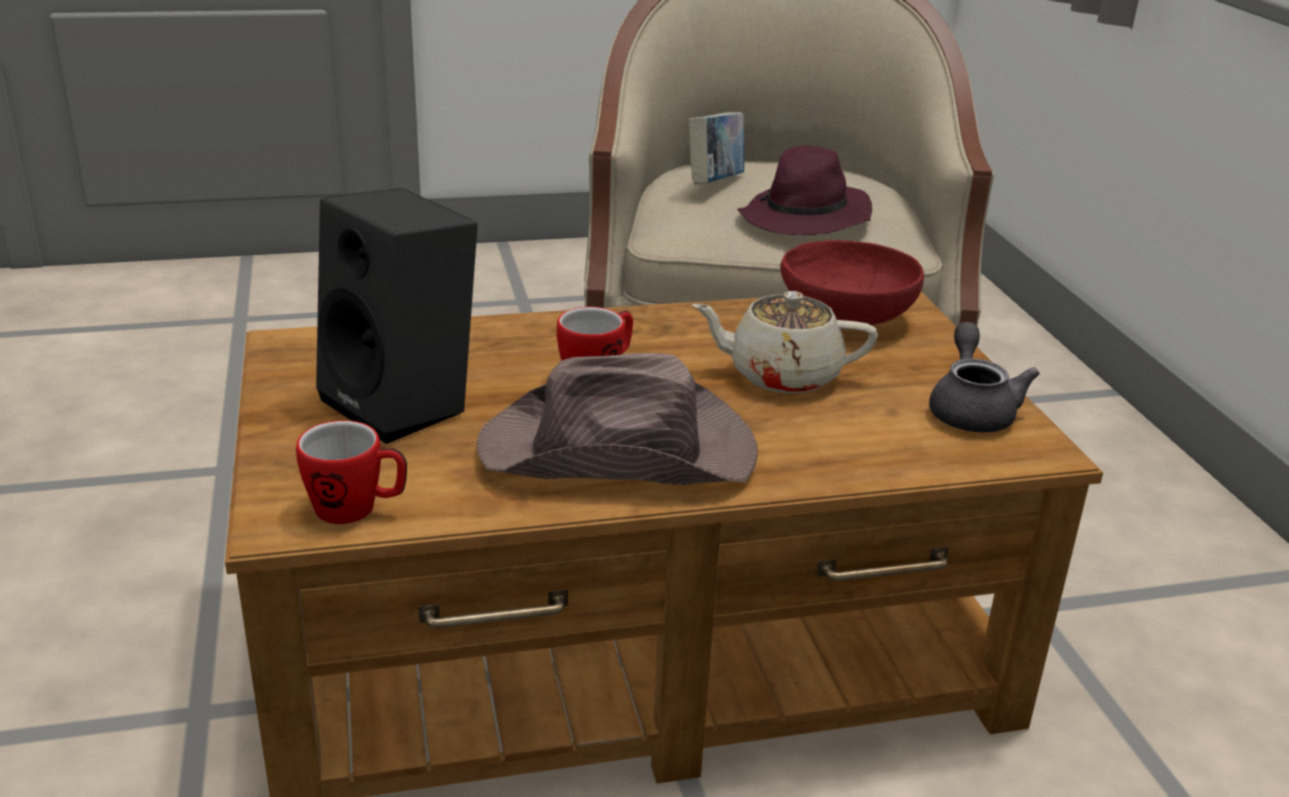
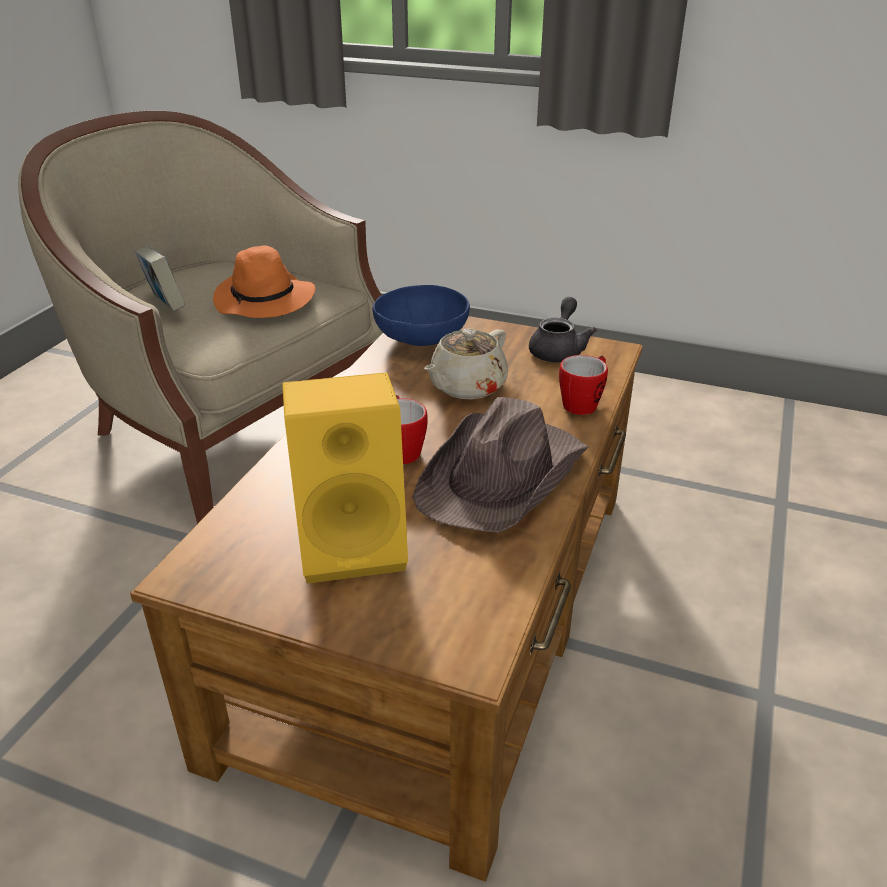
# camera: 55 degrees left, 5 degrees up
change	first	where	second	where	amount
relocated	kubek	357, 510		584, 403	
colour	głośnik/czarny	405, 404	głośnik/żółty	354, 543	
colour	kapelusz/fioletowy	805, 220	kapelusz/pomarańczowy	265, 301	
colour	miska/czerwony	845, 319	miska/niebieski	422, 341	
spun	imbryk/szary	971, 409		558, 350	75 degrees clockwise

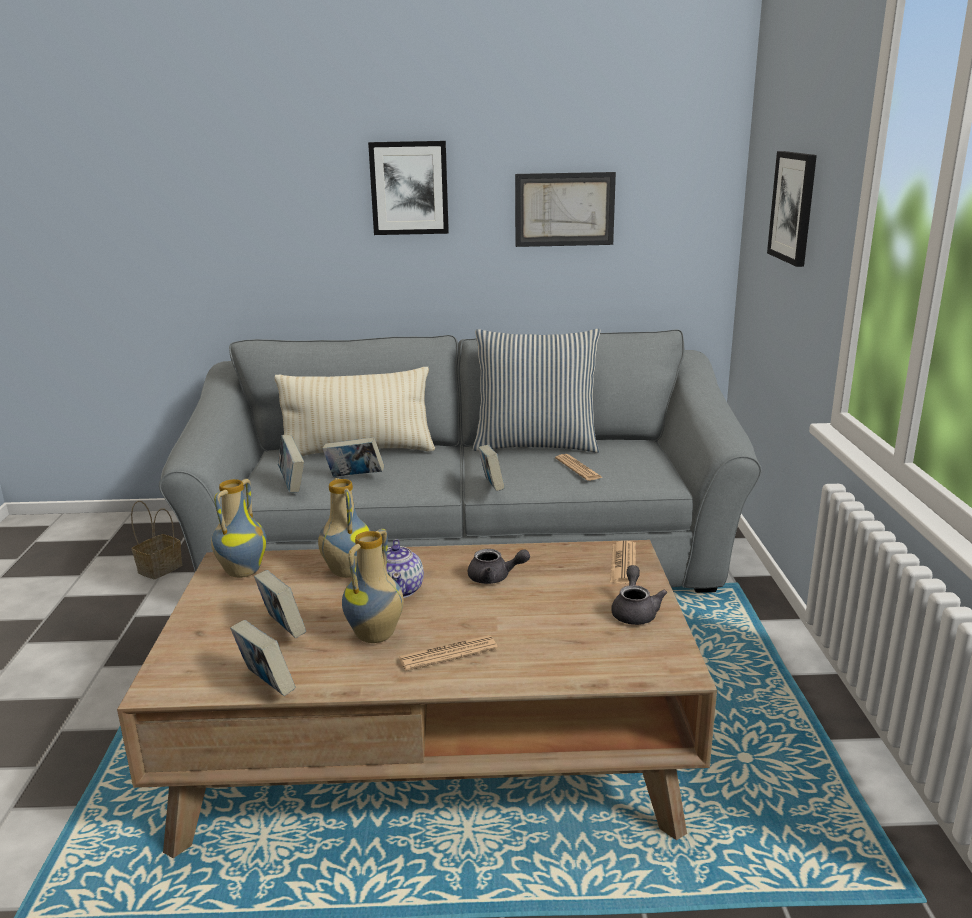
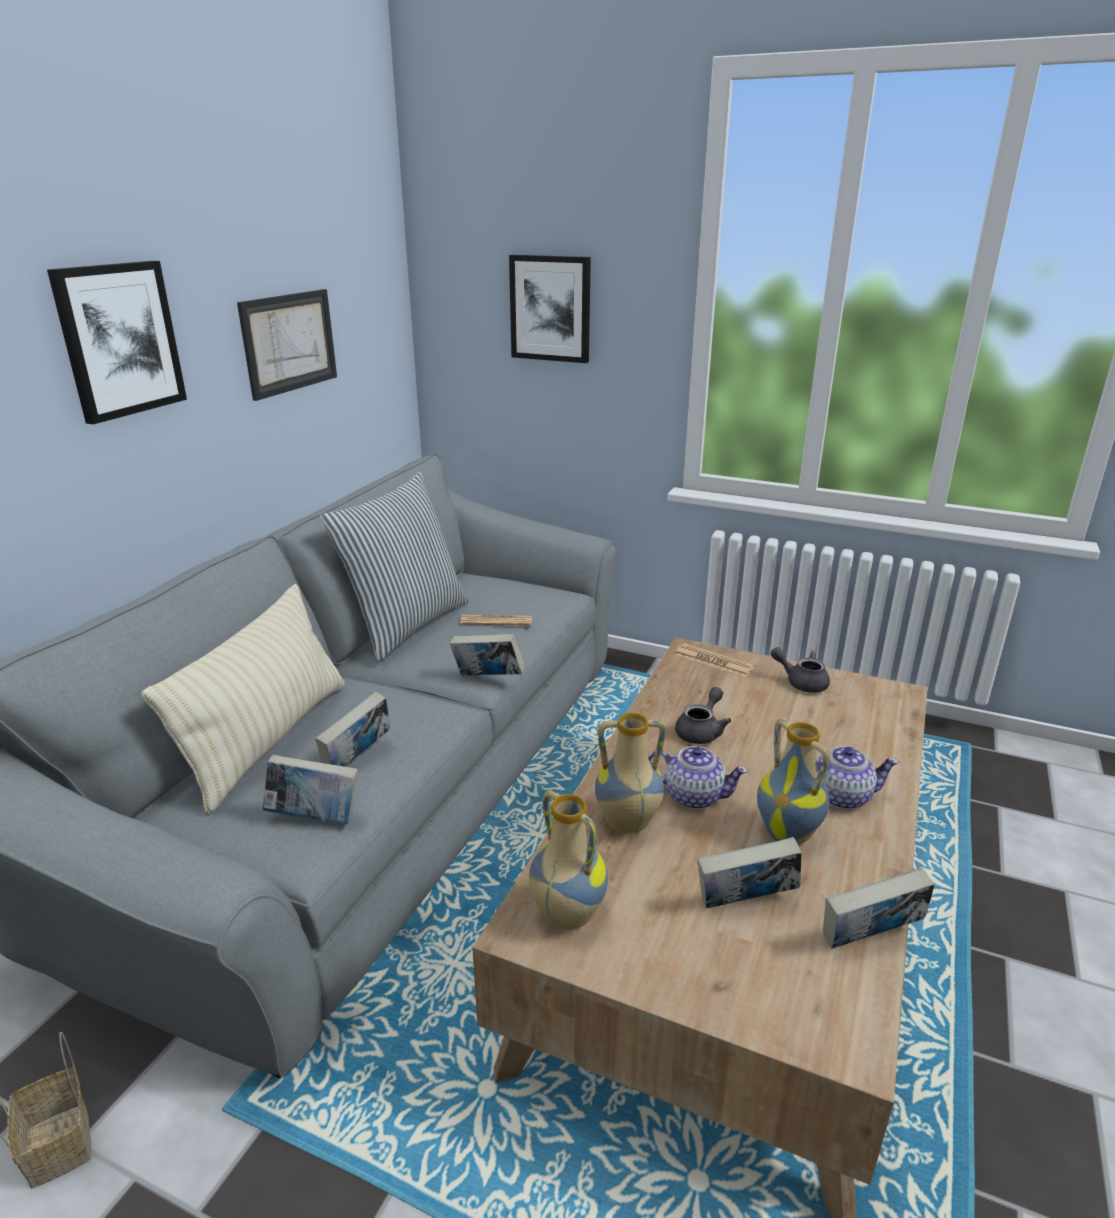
# camera: 65 degrees left, 5 degrees up
change	first	where	second	where	amount
exchanged	gazeta	448, 654	imbryk	839, 796	

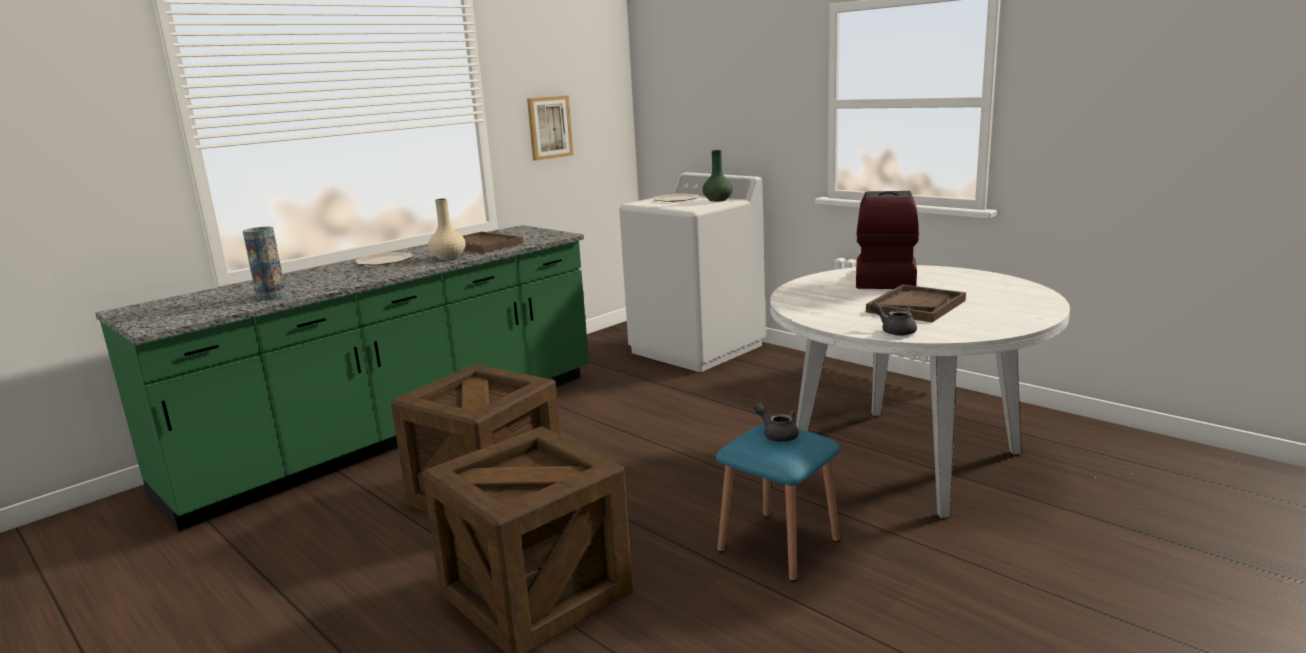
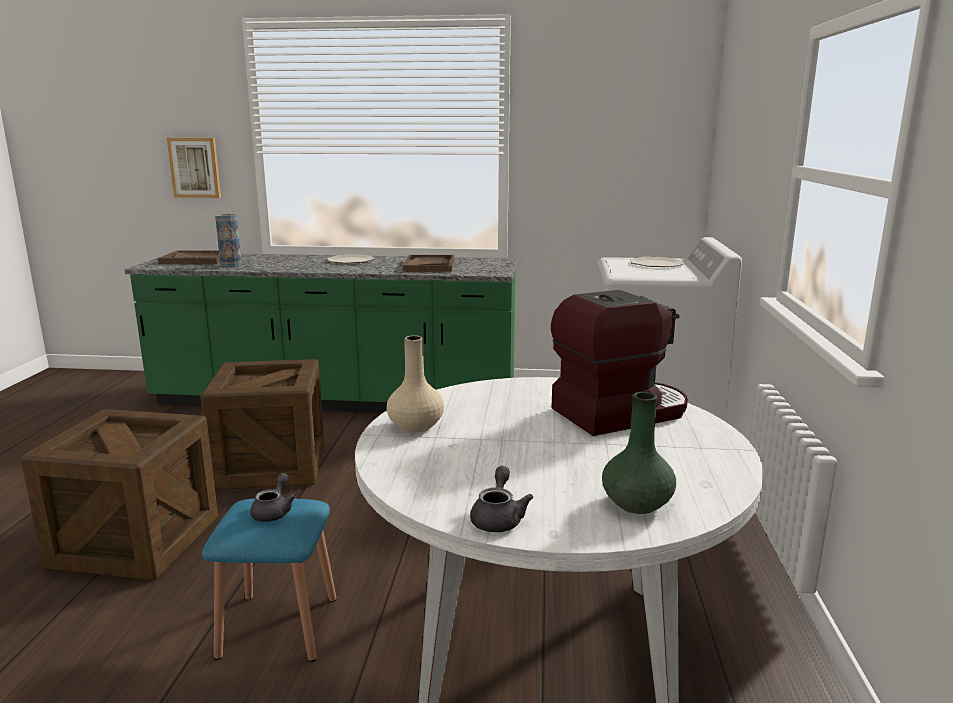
# camera: 50 degrees right, 0 degrees up
change	first	where	second	where	amount
relocated	wazon/beżowy	448, 257		415, 426	
relocated	obraz	549, 127		195, 167	
relocated	wazon/zielony	717, 200		637, 503	
relocated	taca/brązowy	916, 306		196, 260	
relocated	imbryk/szary	895, 331		498, 518	

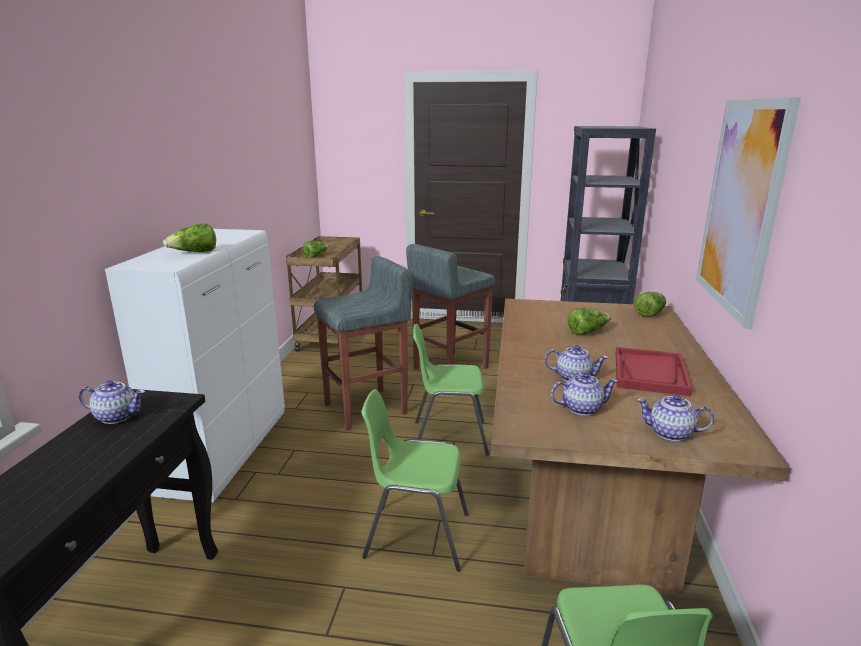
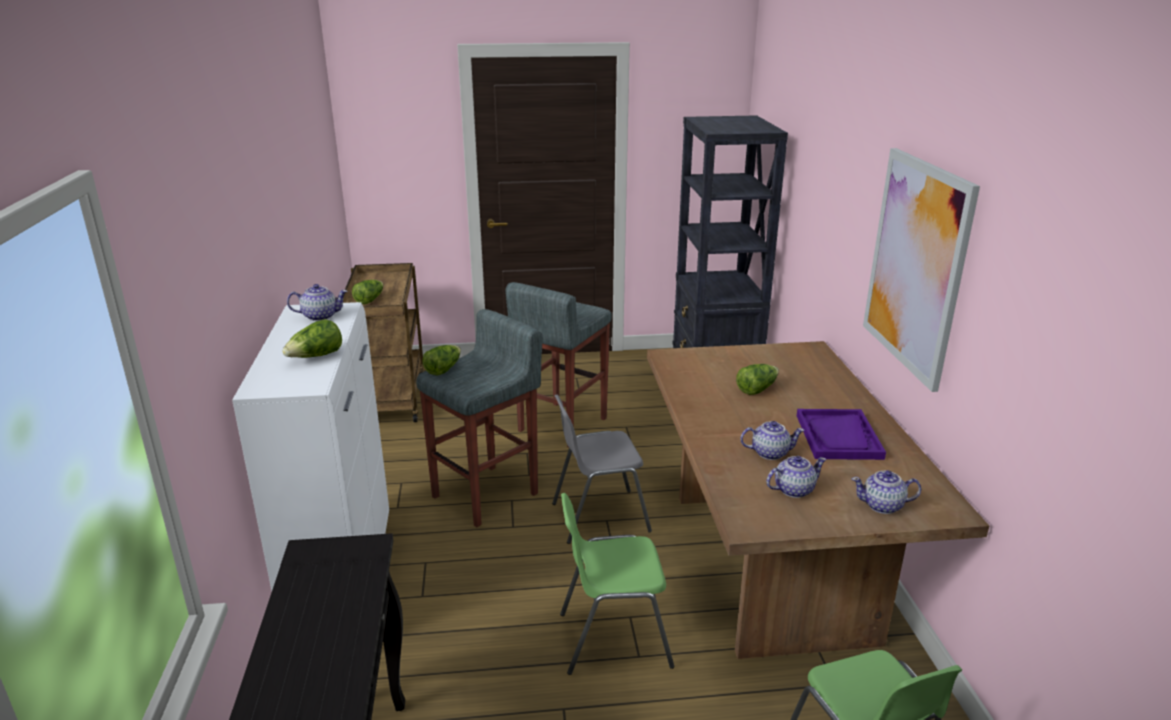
# camera: 15 degrees left, 5 degrees up
change	first	where	second	where	amount
relocated	imbryk	117, 416		320, 316	
relocated	sałata	649, 313		443, 369	
colour	krzesło/zielony	449, 437	krzesło/szary	599, 517	
colour	taca/czerwony	650, 373	taca/fioletowy	838, 437	

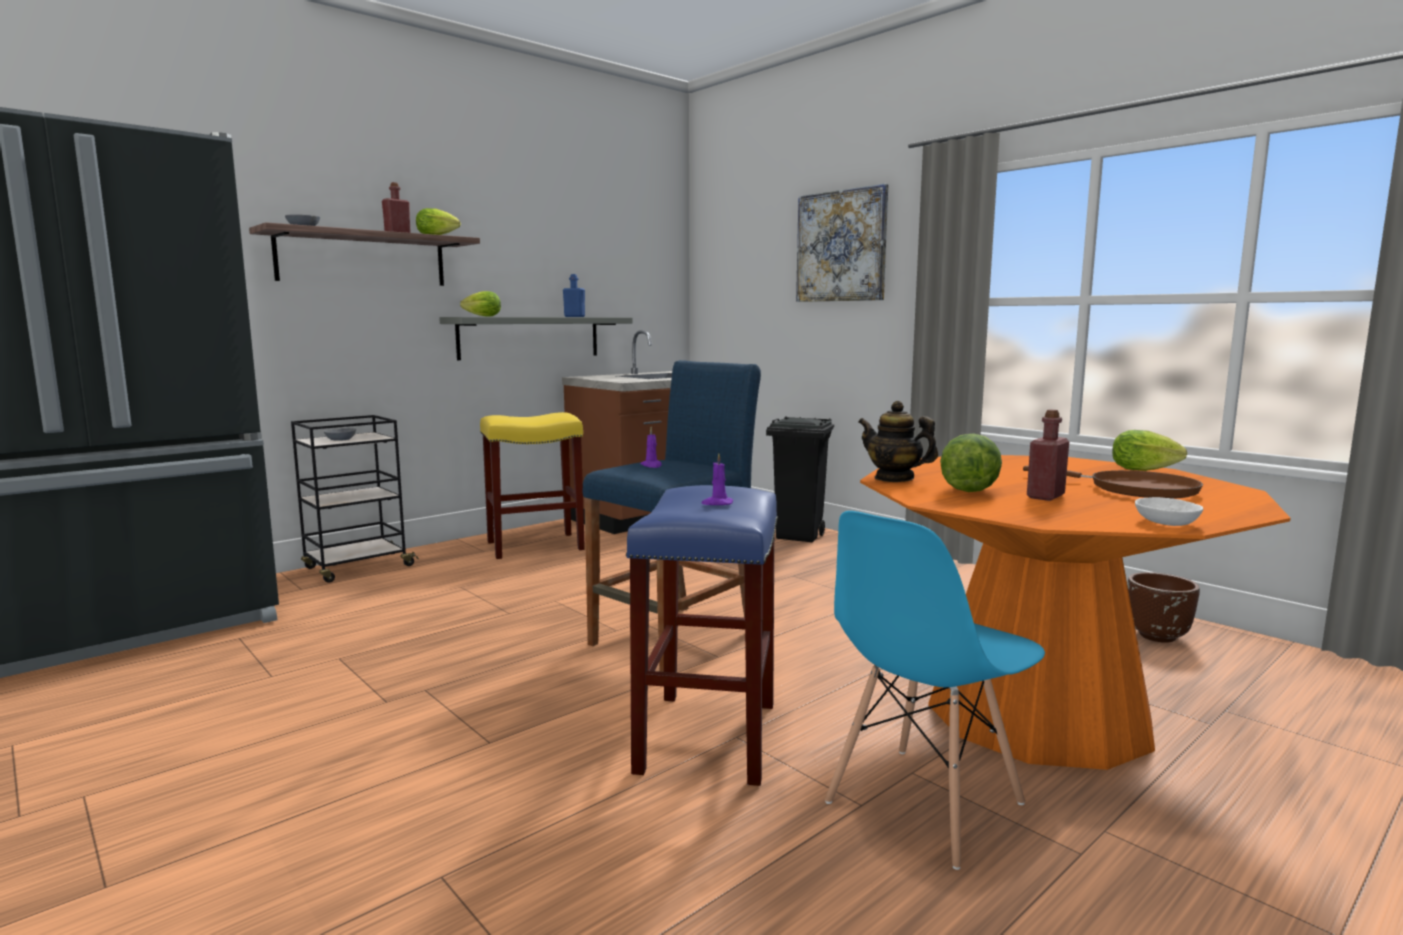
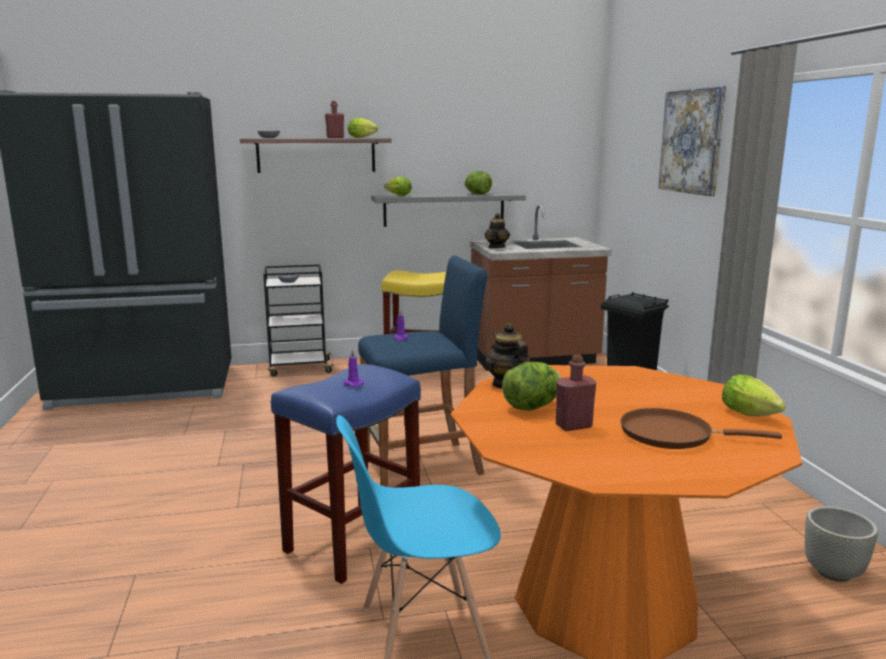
# camera: 30 degrees right, 5 degrees up
change	first	where	second	where	amount
missing	miska/biały	1164, 522			
appeared			imbryk	496, 247	
exchanged	butelka/niebieski	574, 316	sałata	477, 194	
colour	donica/brązowy	1157, 636	donica/szary	833, 572	
spun	patelnia/brązowy	1135, 490		672, 434	120 degrees clockwise

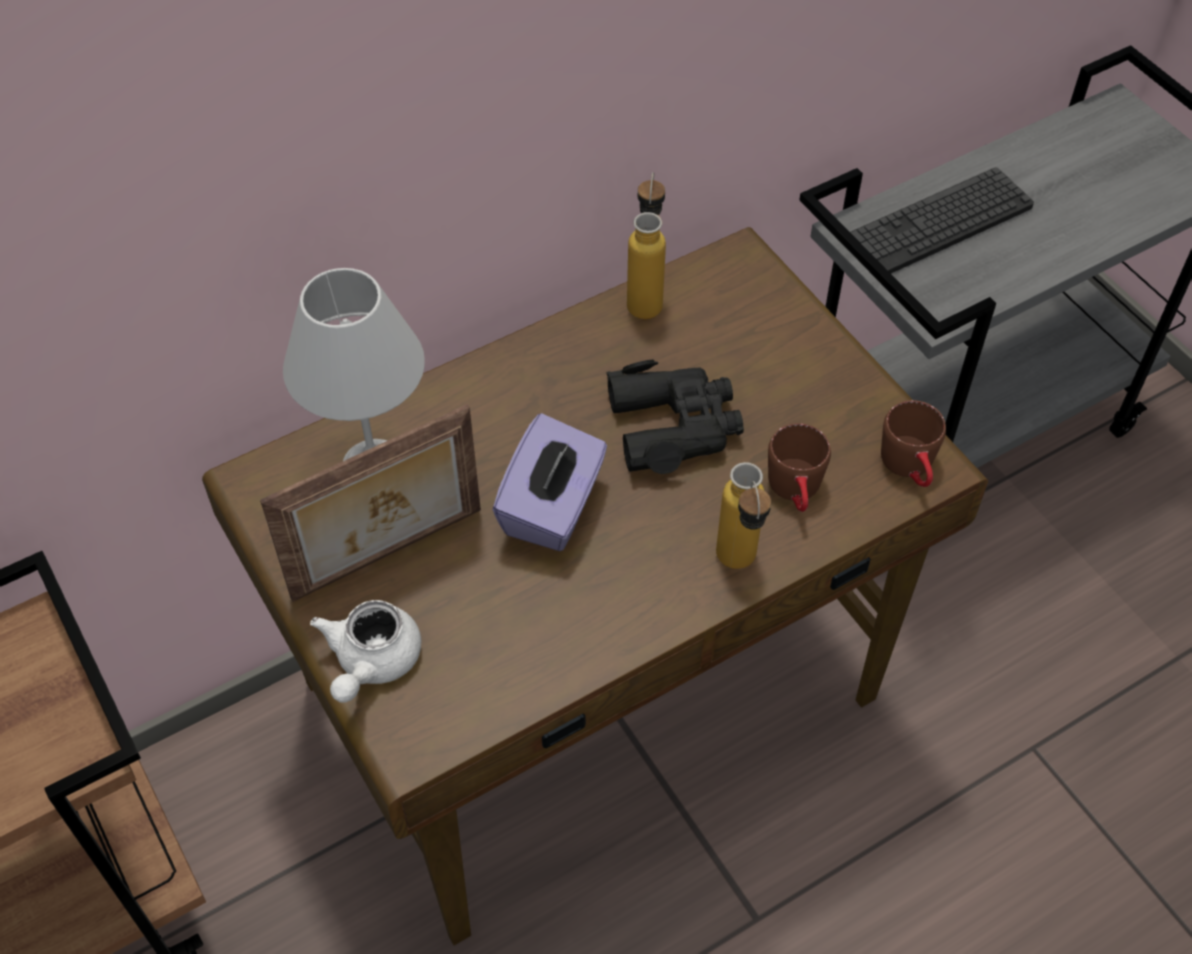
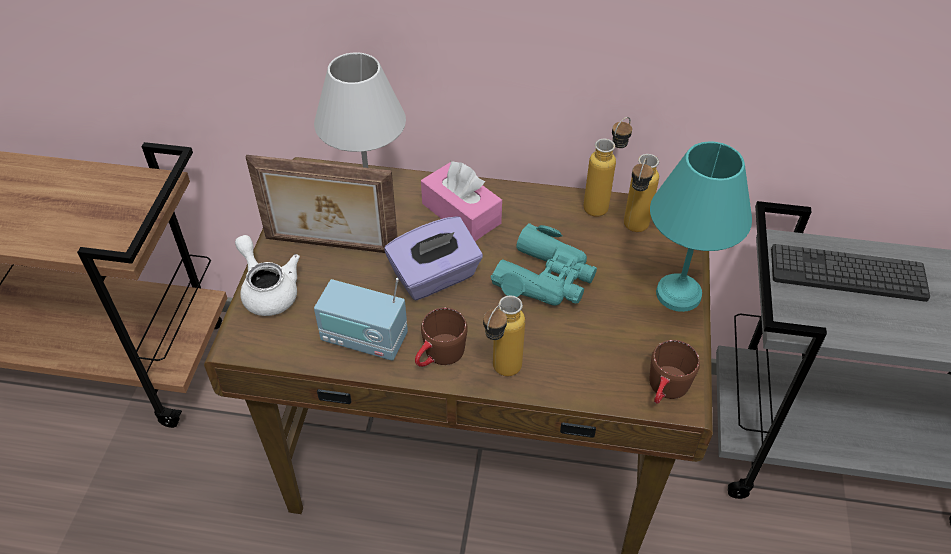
# camera: 40 degrees right, 5 degrees down
change	first	where	second	where	amount
appeared			radio	364, 339	
appeared			pudełko chusteczek/różowy	461, 213	
appeared			butelka	633, 231	
appeared			lampa stołowa/turkusowy	676, 294	
relocated	kubek/brązowy	796, 491		438, 356	
colour	lornetka/czarny	674, 425	lornetka/turkusowy	546, 278	
spun	imbryk/biały	371, 662		268, 290	90 degrees clockwise

